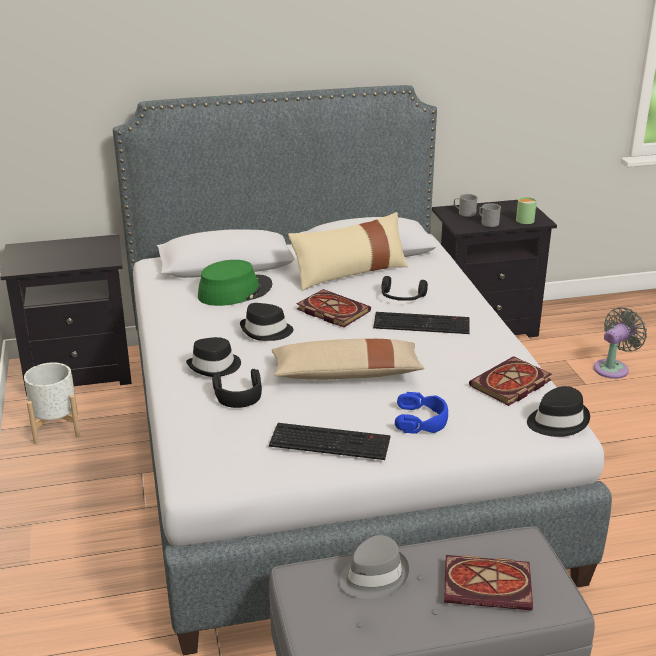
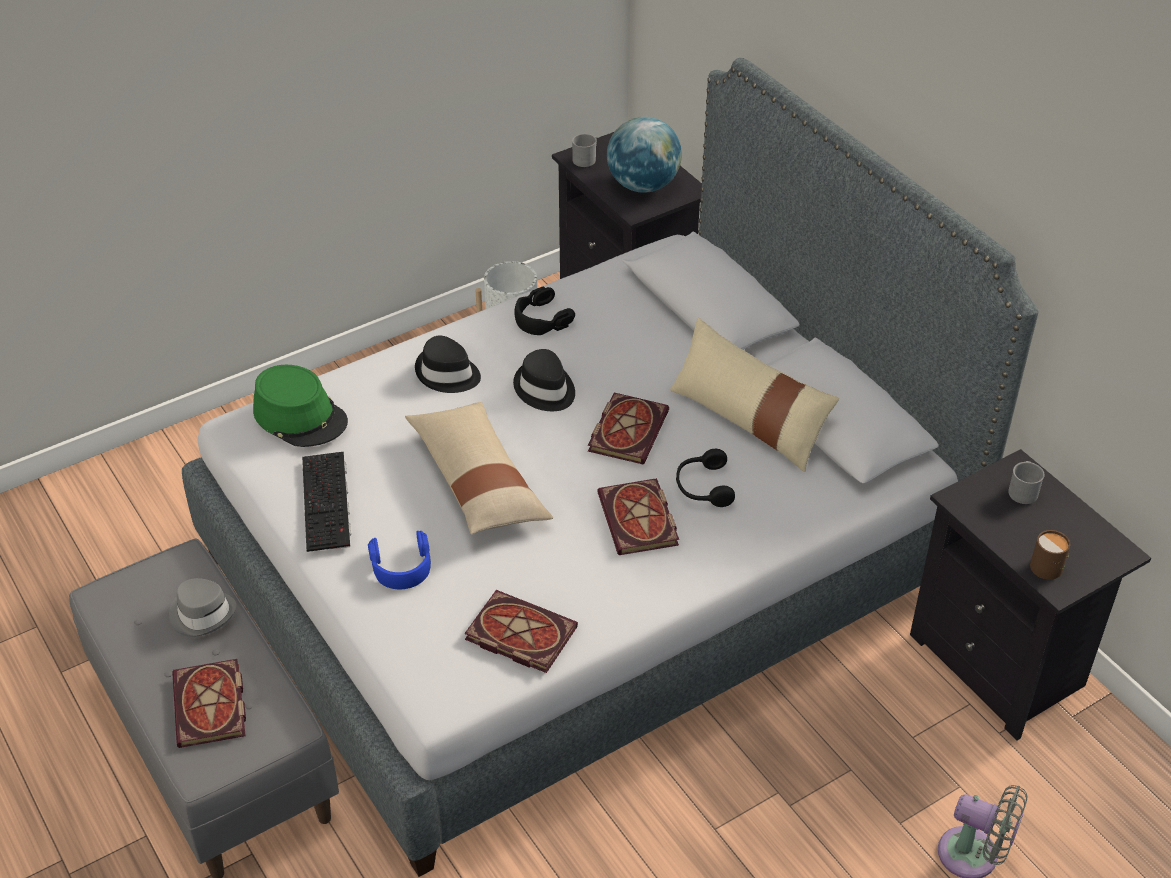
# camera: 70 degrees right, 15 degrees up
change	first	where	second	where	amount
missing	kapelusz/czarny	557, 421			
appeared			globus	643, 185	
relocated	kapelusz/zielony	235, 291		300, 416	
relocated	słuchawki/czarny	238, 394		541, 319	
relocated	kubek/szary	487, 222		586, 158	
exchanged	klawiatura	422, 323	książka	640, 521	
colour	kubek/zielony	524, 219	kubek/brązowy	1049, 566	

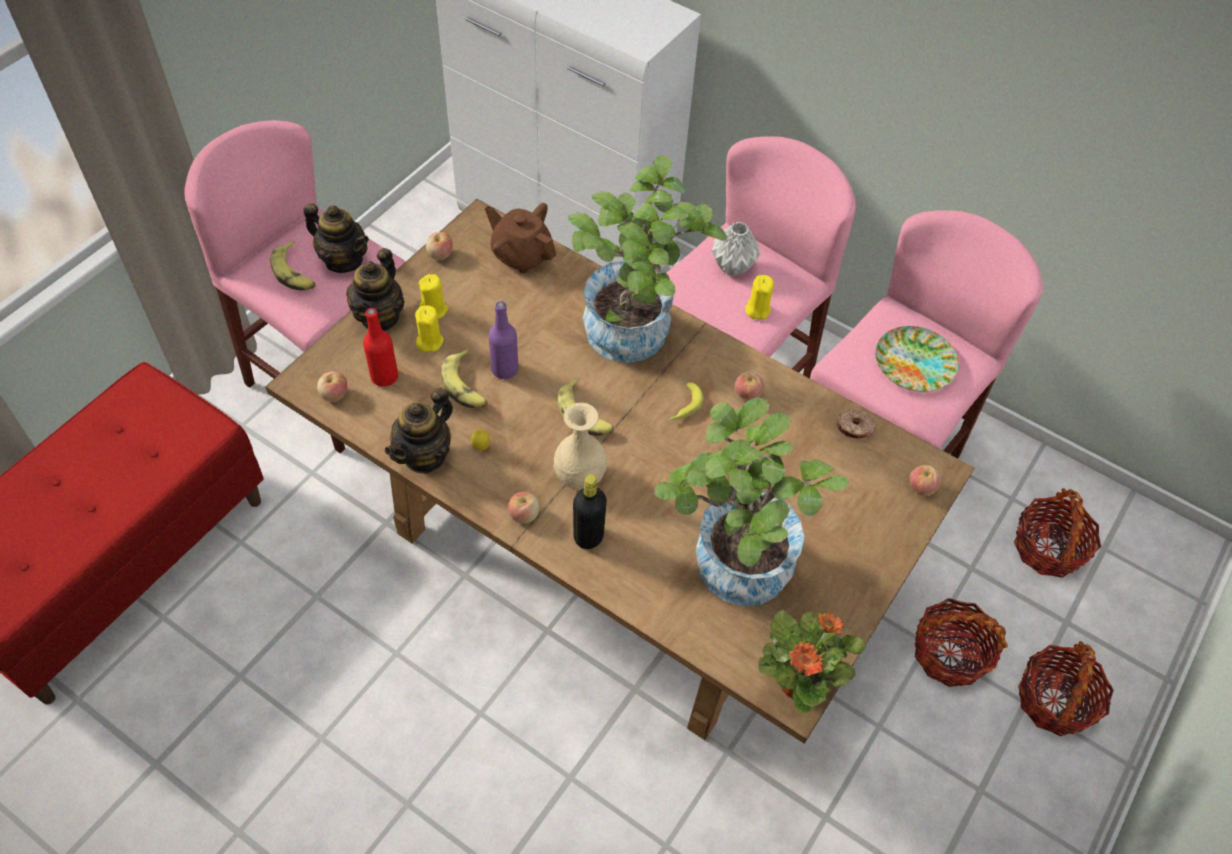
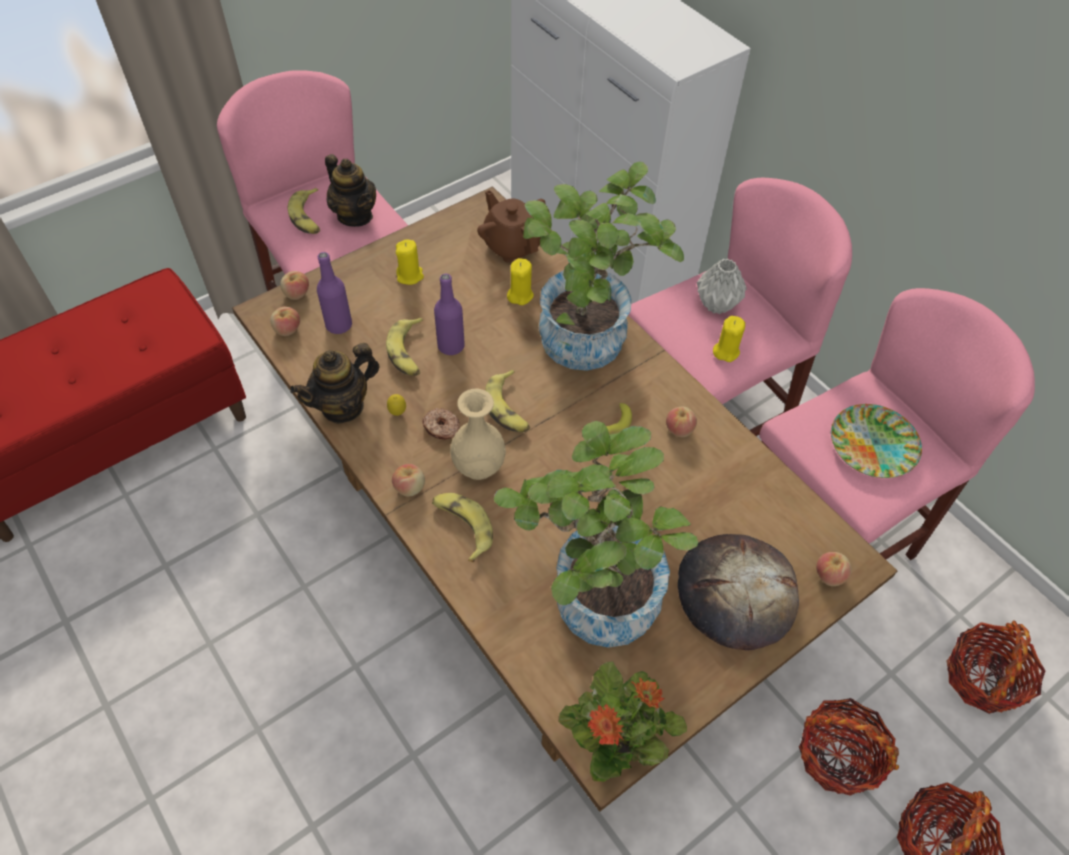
# camera: 20 degrees right, 0 degrees up
change	first	where	second	where	amount
missing	imbryk	380, 317			
appeared			chleb	735, 593	
relocated	świeca/żółty	429, 341		520, 295	
relocated	jabłko	440, 254		297, 294	
relocated	donut	854, 428		441, 428	
exchanged	butelka/czarny	588, 536	banan	462, 527	
colour	butelka/czerwony	384, 377	butelka/fioletowy	339, 325	

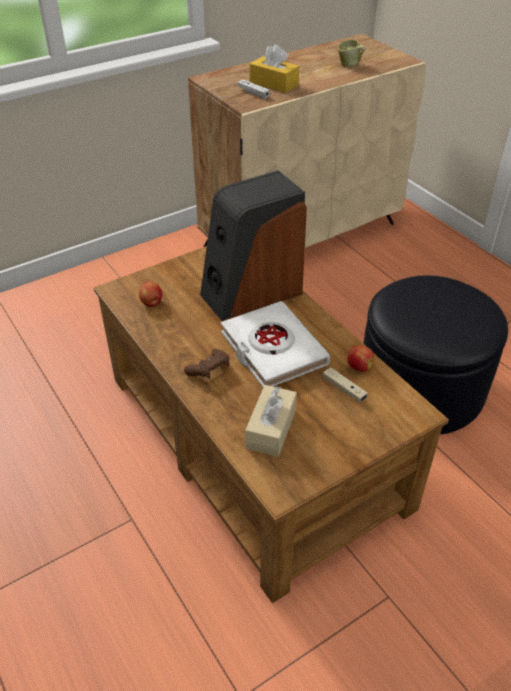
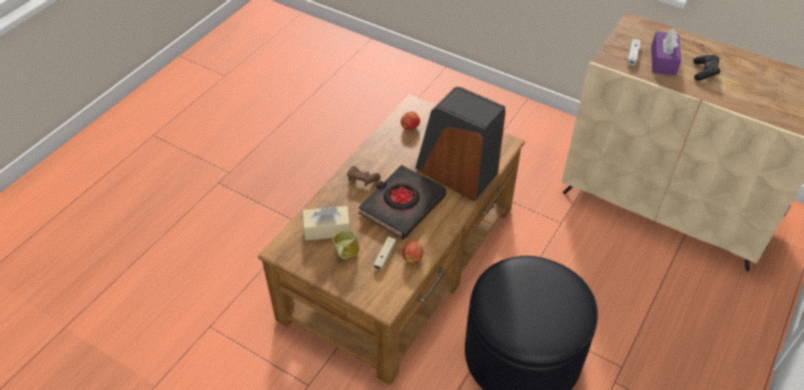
# camera: 65 degrees right, 5 degrees up
change	first	where	second	where	amount
appeared			pad do gier/czarny	704, 72	
relocated	kubek	350, 66		345, 255	
colour	książka/biały	273, 349	książka/czarny	402, 205	
colour	pudełko chusteczek/żółty	274, 83	pudełko chusteczek/fioletowy	663, 60	

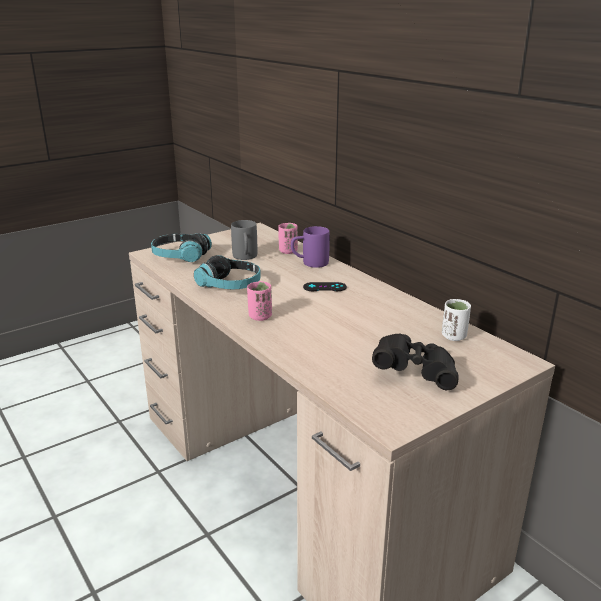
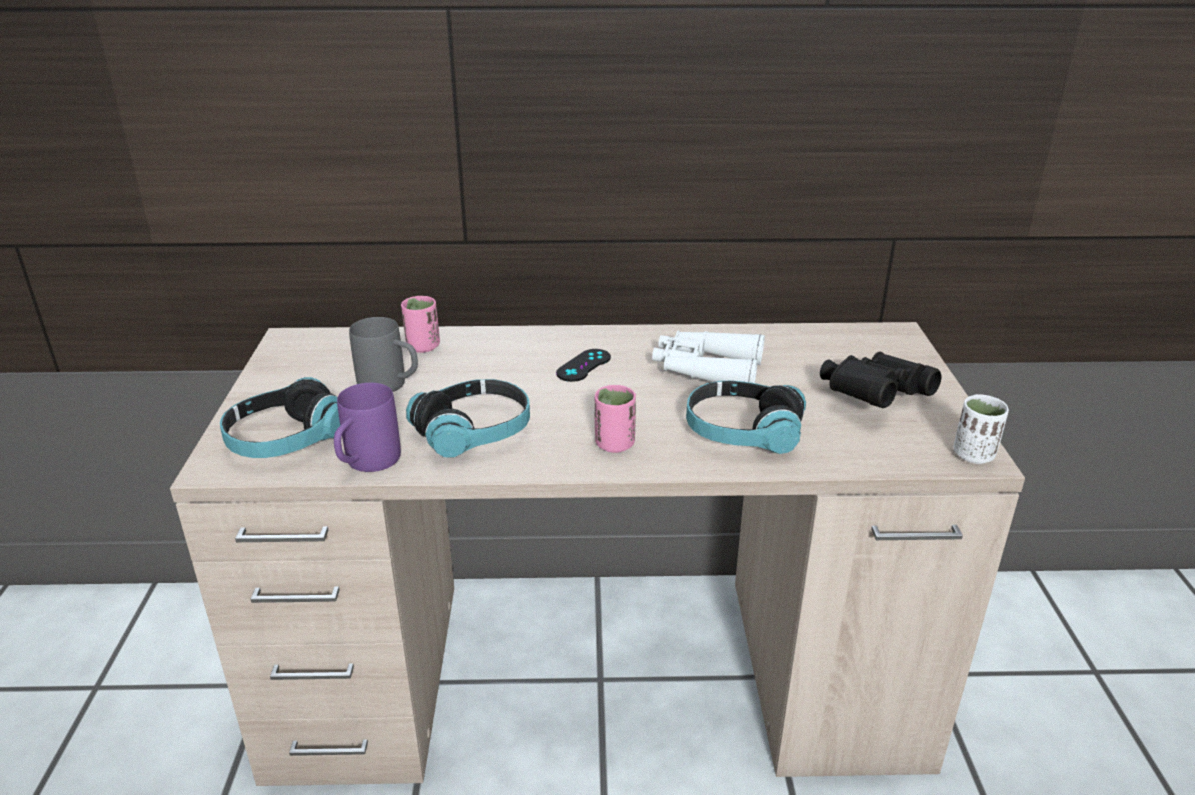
# camera: 55 degrees left, 5 degrees up
change	first	where	second	where	amount
appeared			lornetka/biały	706, 369	
appeared			słuchawki	742, 432	
relocated	kubek/fioletowy	309, 263		366, 464	
relocated	filiżanka/biały	454, 336		973, 455	

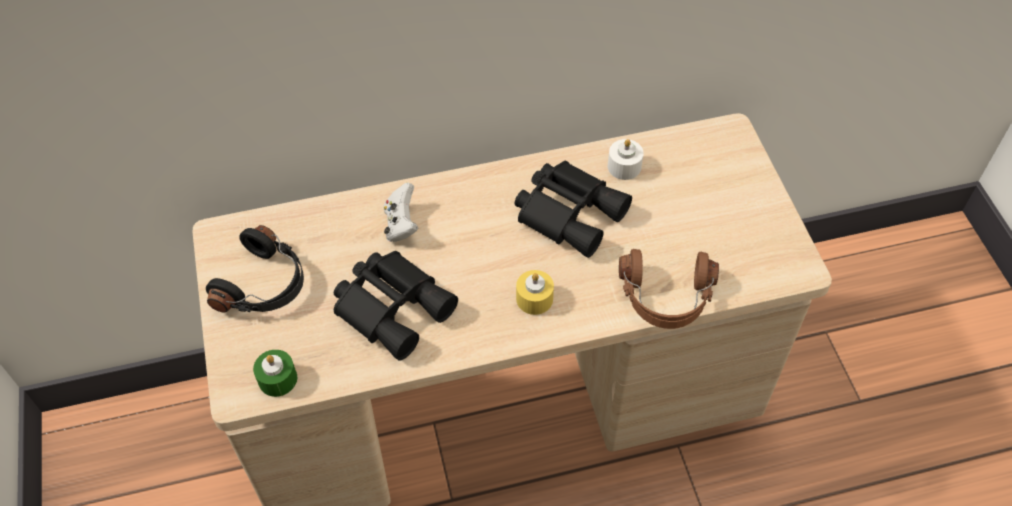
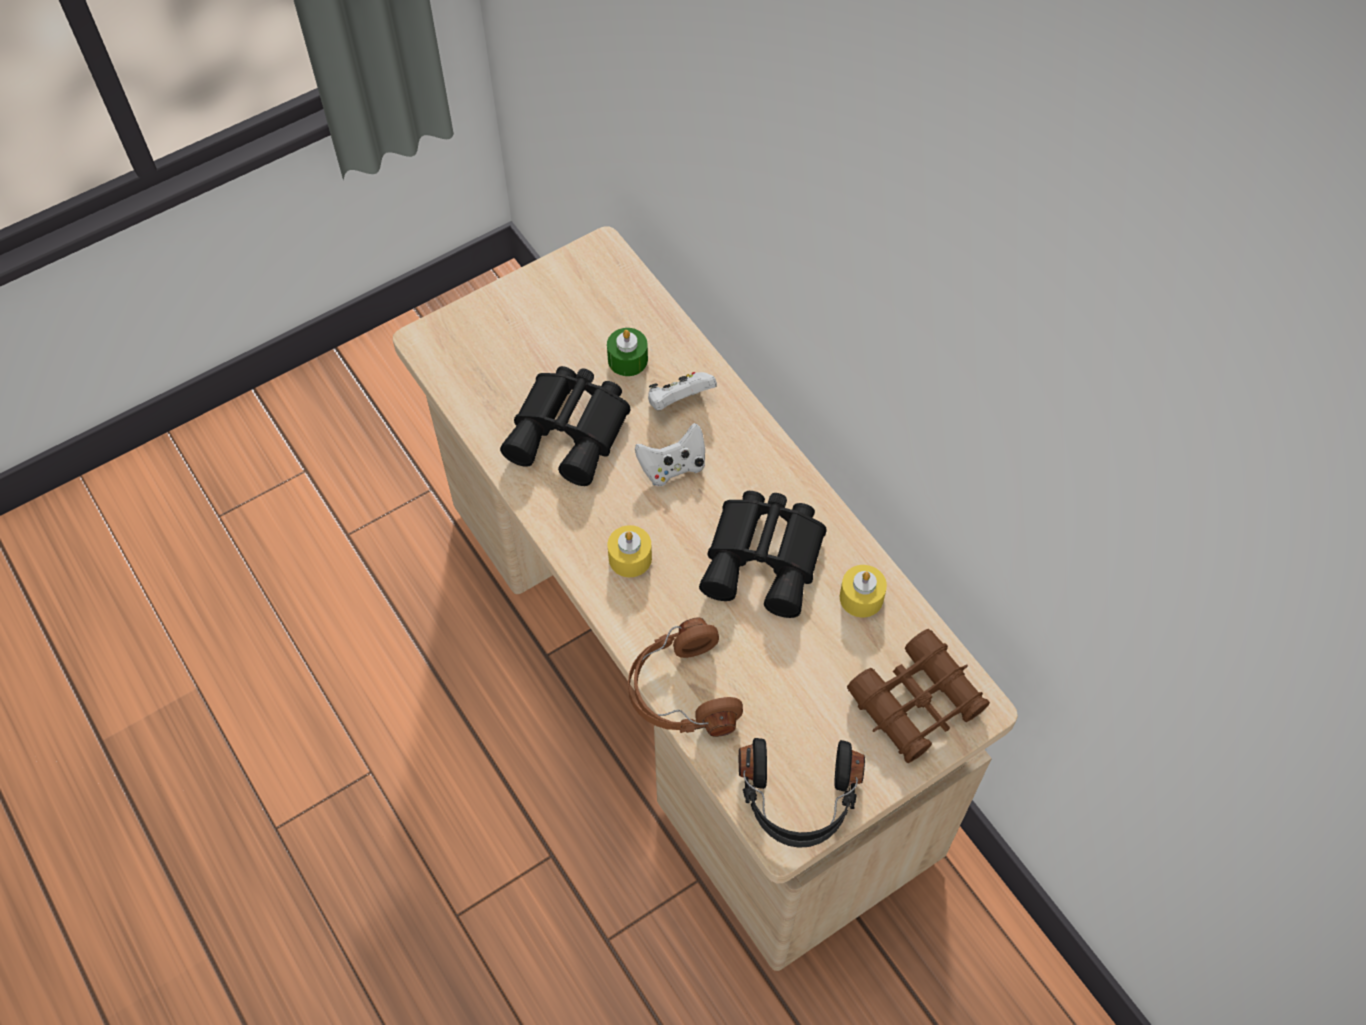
# camera: 70 degrees right, 5 degrees up
change	first	where	second	where	amount
appeared			pad do gier/biały	673, 467	
appeared			lornetka/brązowy	916, 703	
relocated	słuchawki/czarny	264, 285		799, 799	
relocated	świeca/zielony	277, 379		627, 359	
colour	świeca/biały	624, 166	świeca/żółty	861, 597	

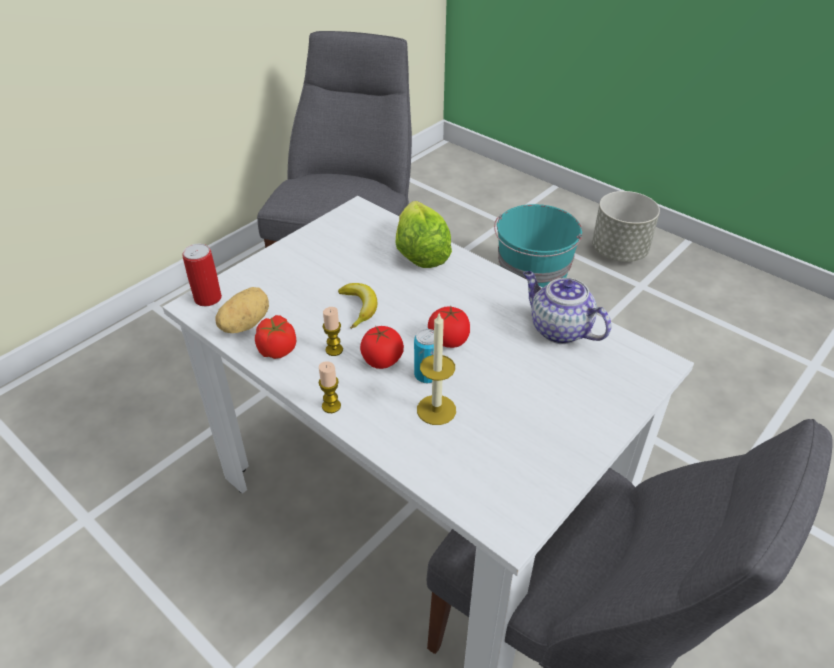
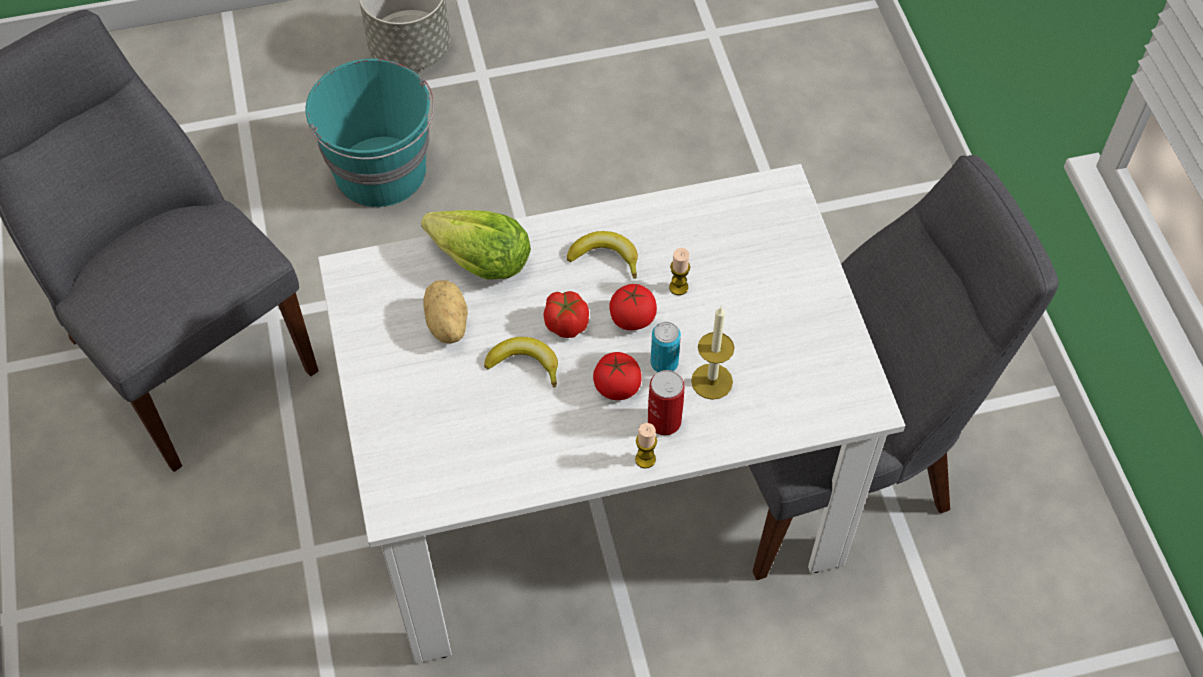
# camera: 55 degrees left, 15 degrees up
change	first	where	second	where	amount
missing	imbryk	558, 329			
appeared			banan	605, 257	
relocated	puszka	208, 298		664, 421	
relocated	ziemniak	244, 324		446, 324	
relocated	pomidor	277, 349		566, 323	
relocated	świeca	334, 350		678, 287	

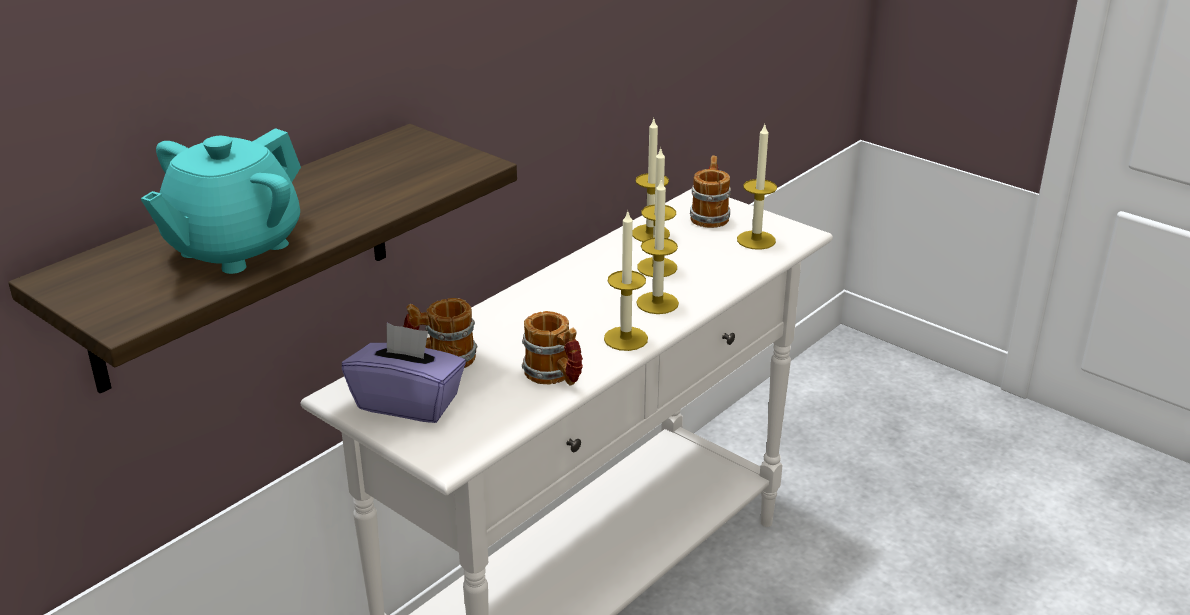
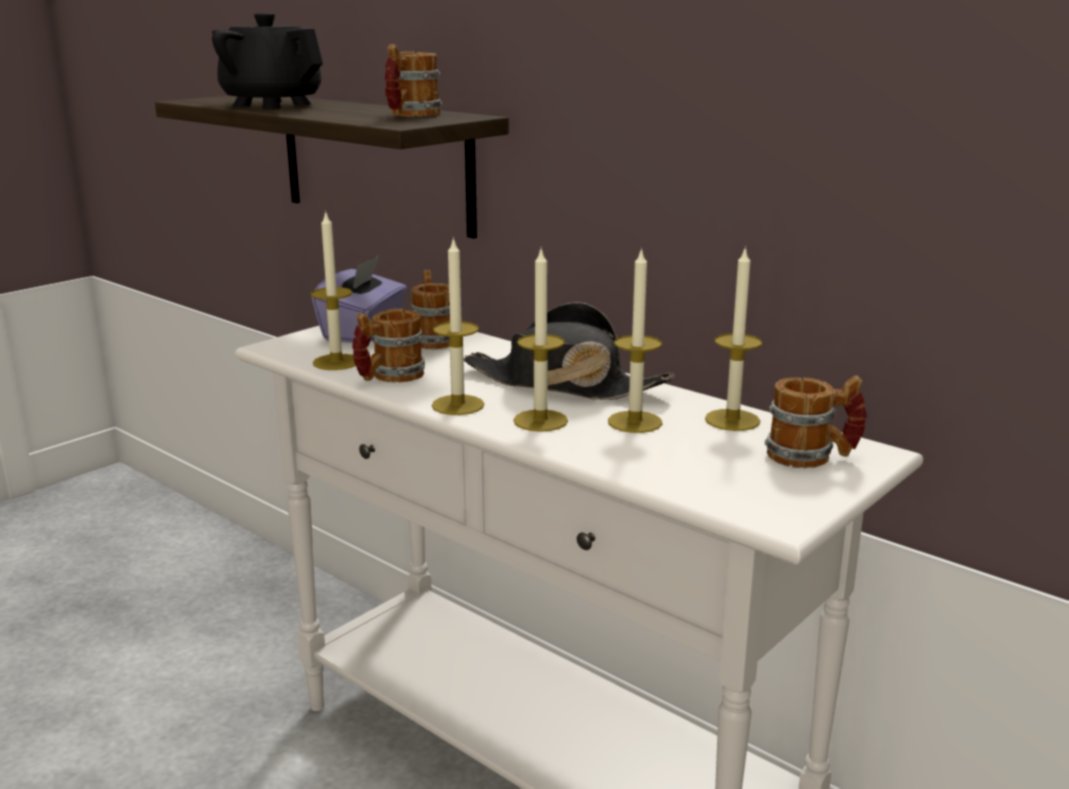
# camera: 90 degrees right, 10 degrees down
change	first	where	second	where	amount
appeared			kubek	410, 115	
appeared			kapelusz/czarny	563, 384	
relocated	świeca	756, 240		336, 362	
colour	imbryk/turkusowy	233, 248	imbryk/czarny	271, 105	

